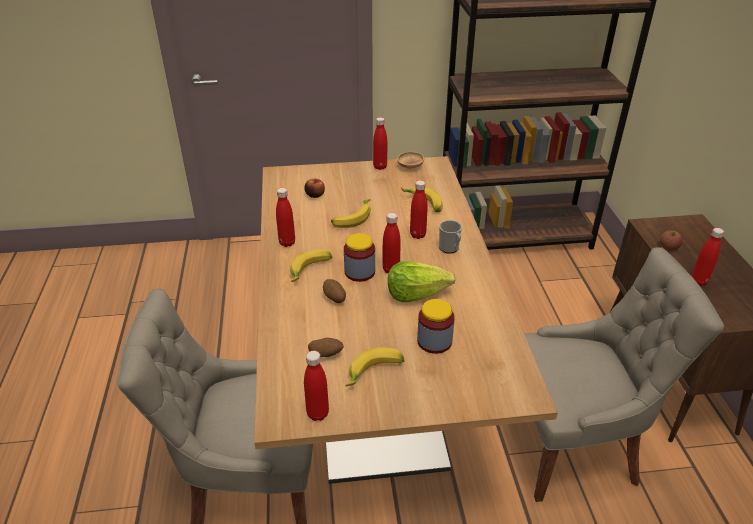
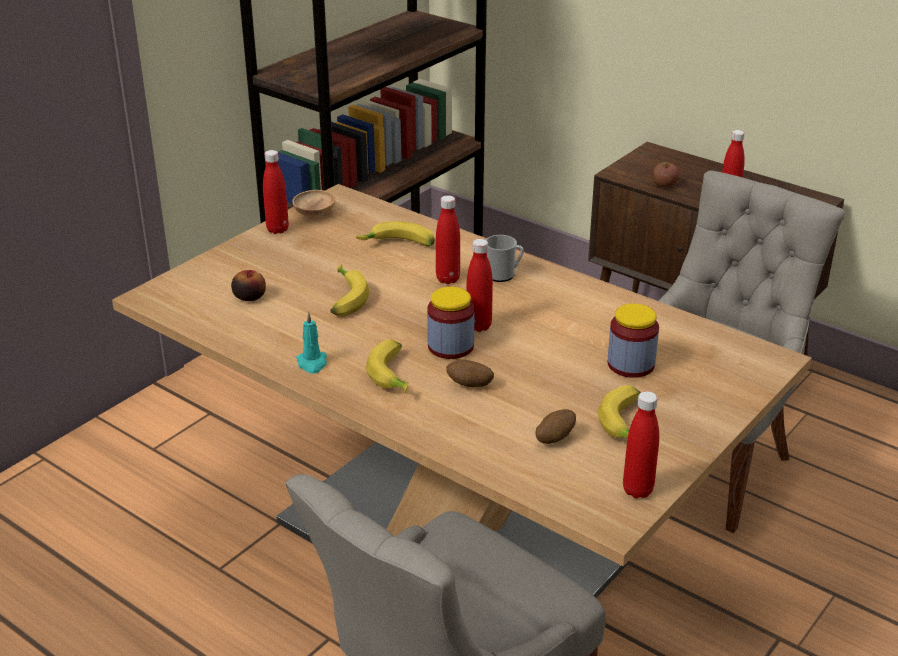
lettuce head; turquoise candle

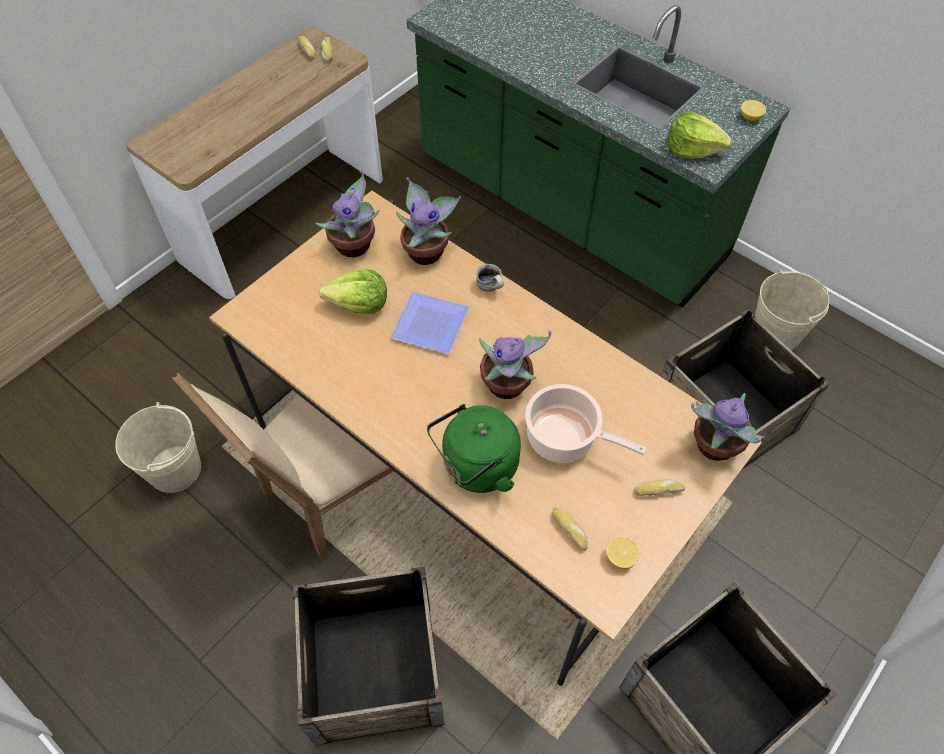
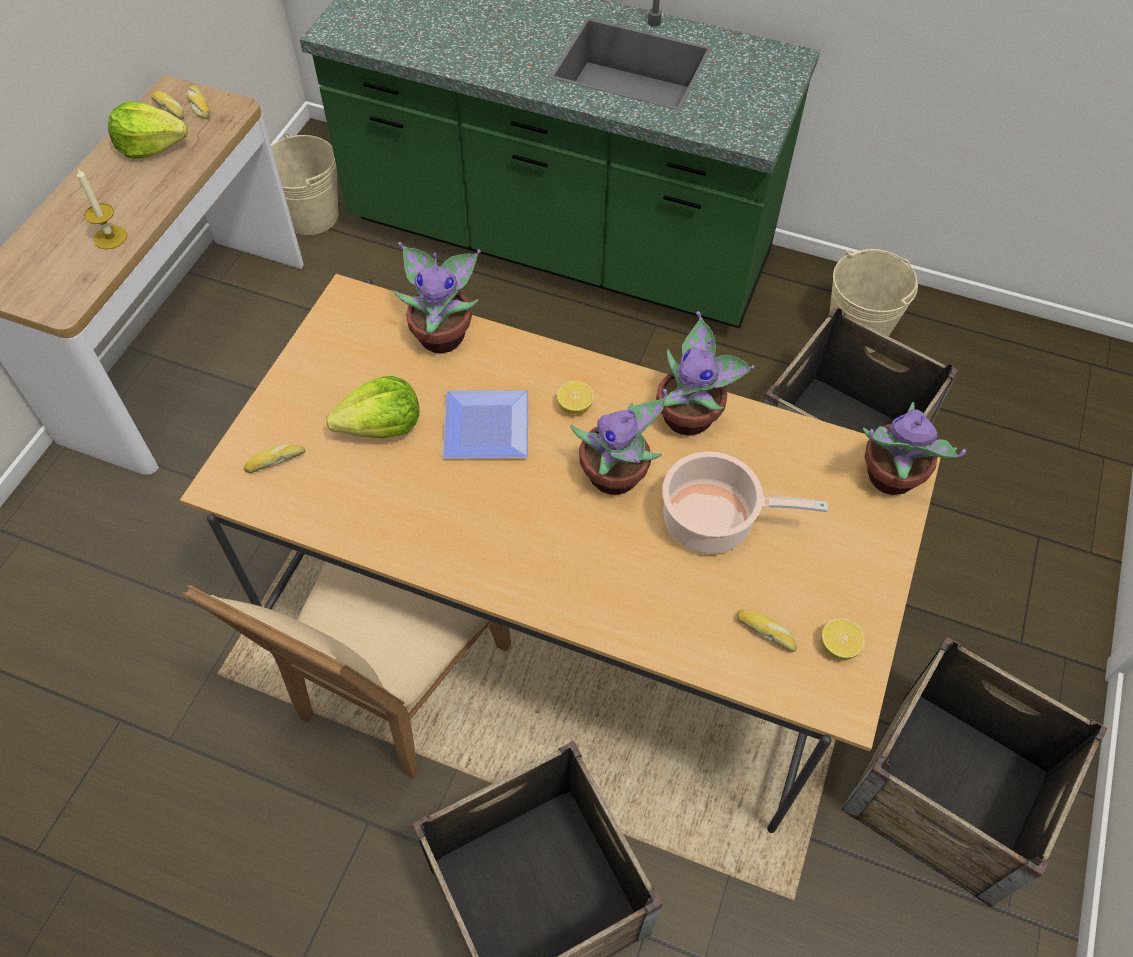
greenish kettle; coffee mug; candle; beige-coloured pail (no. 1 from left); plant in a pot (no. 3 from left); baked bread (no. 3 from left); lettuce head (no. 1 from left); whole lemon (no. 1 from left)

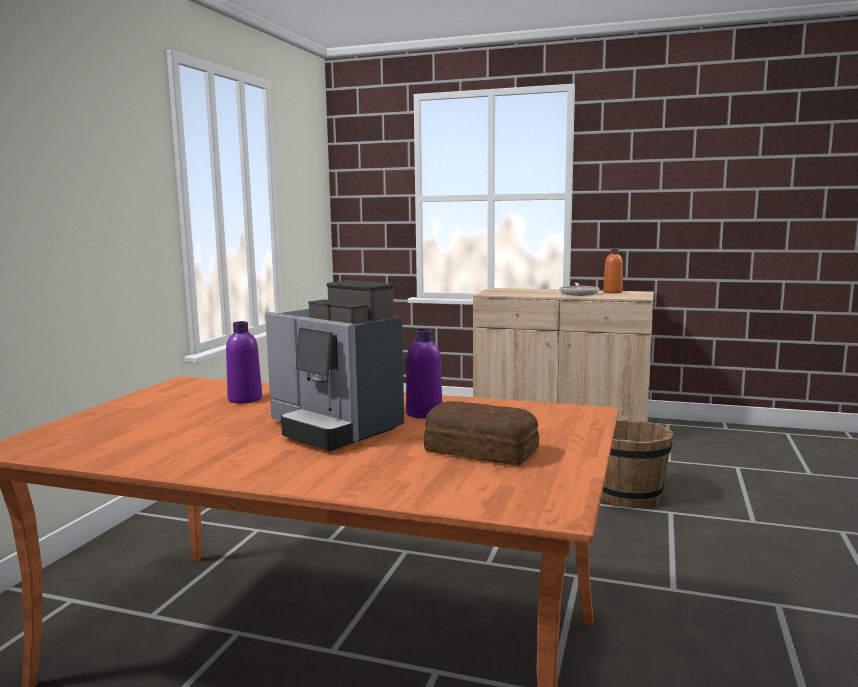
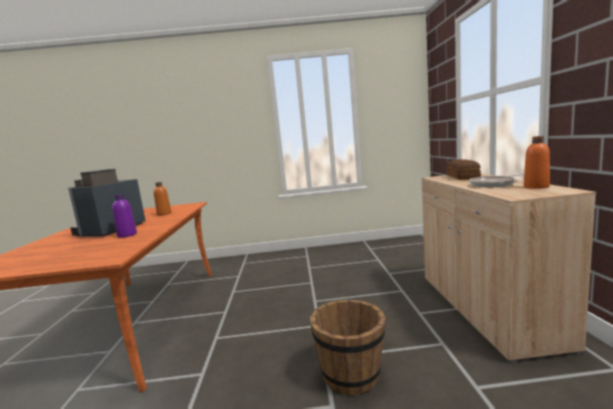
baked bread; orangey beverage bottle (no. 1 from left)

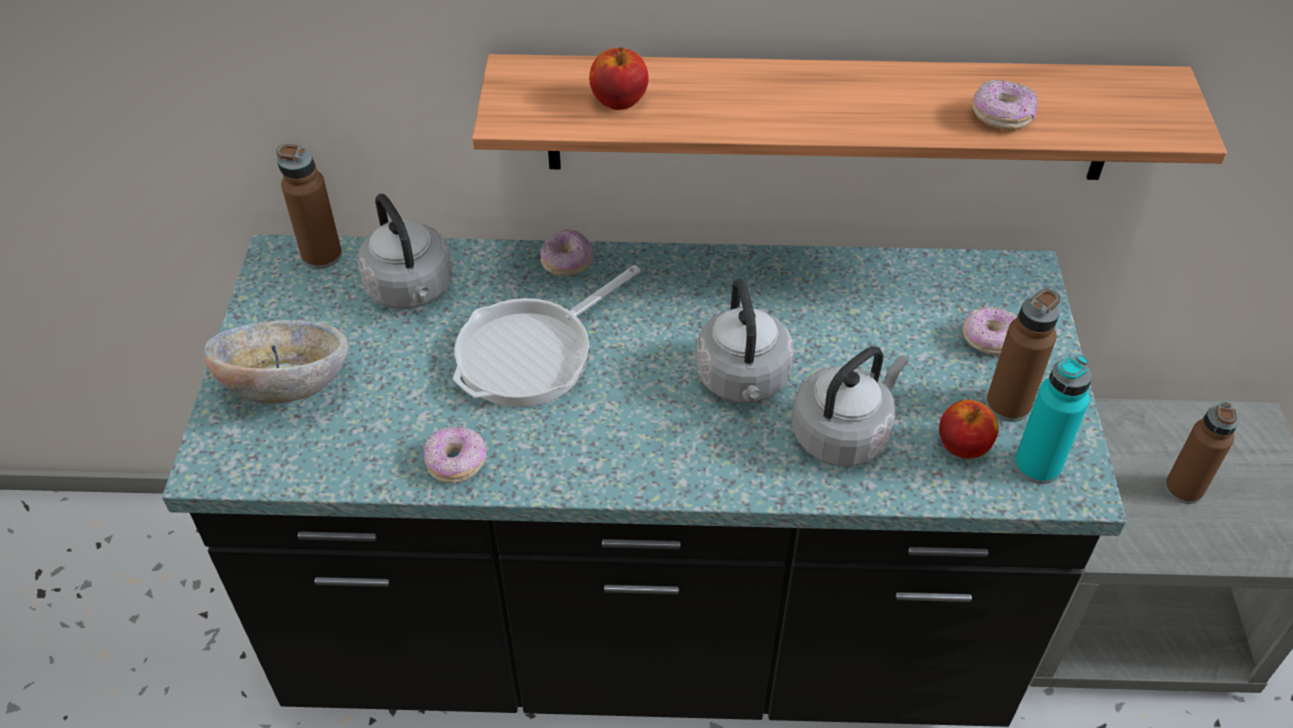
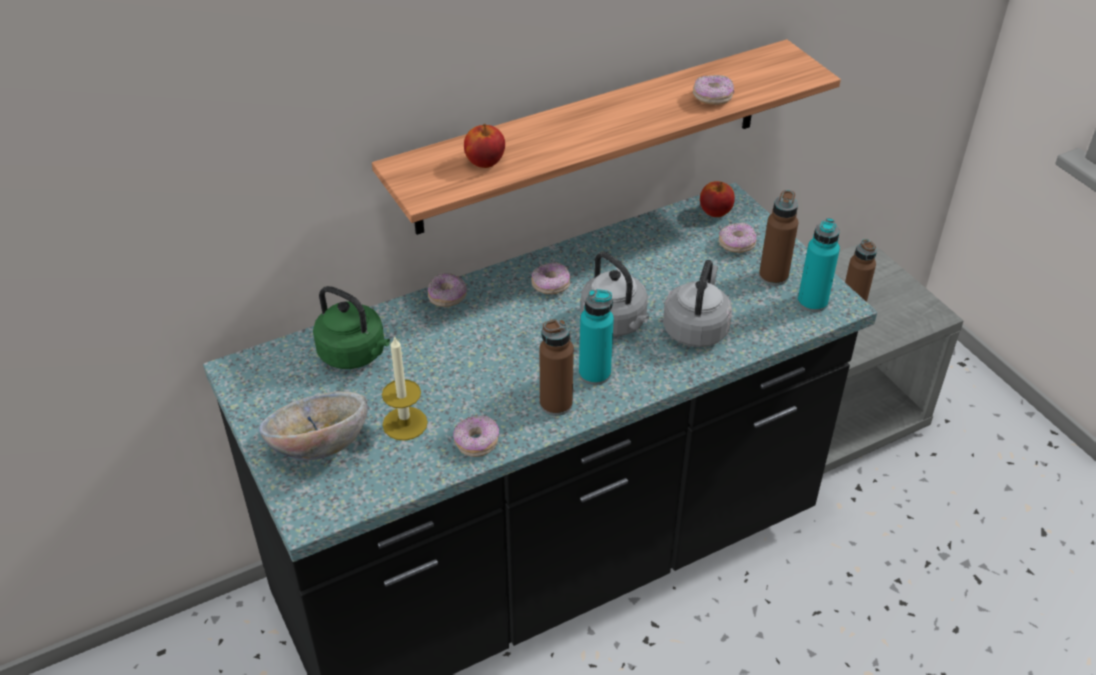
frying pan; candle; doughnut (no. 3 from left); turquoise beverage bottle (no. 1 from left); brownish beverage bottle (no. 1 from left); whole apple (no. 2 from left); greenish kettle

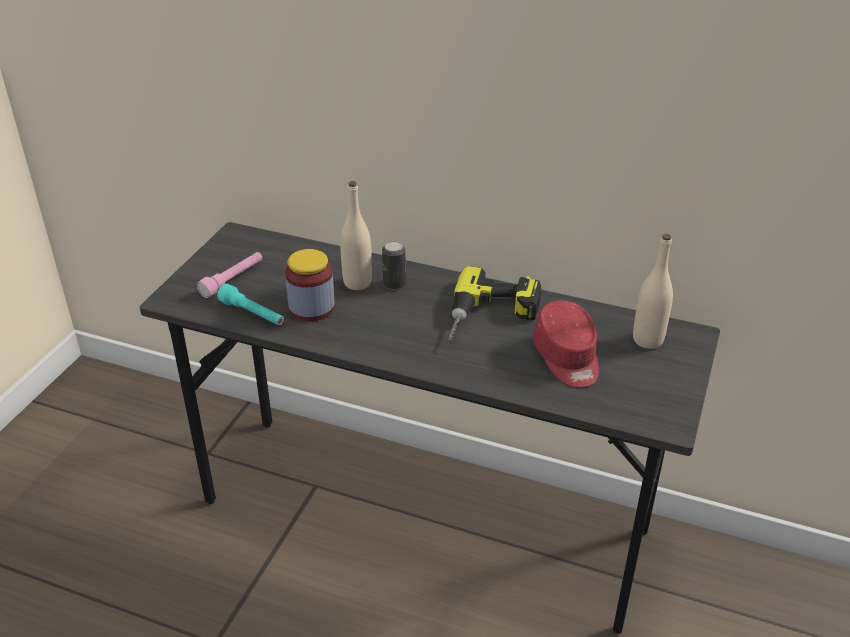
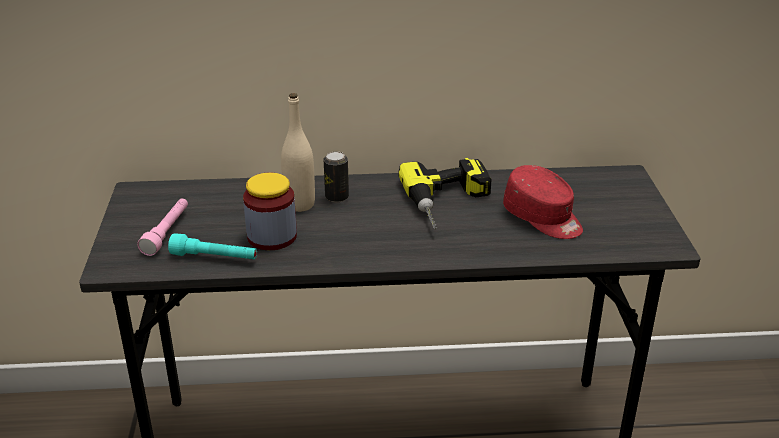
beige-coloured beverage bottle (no. 2 from left in the first image)

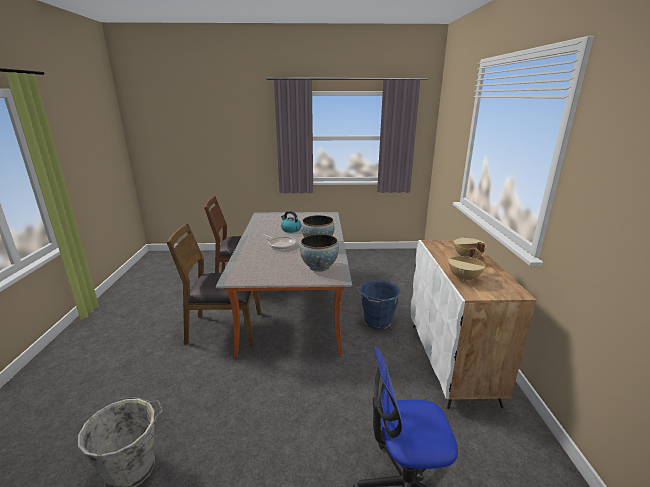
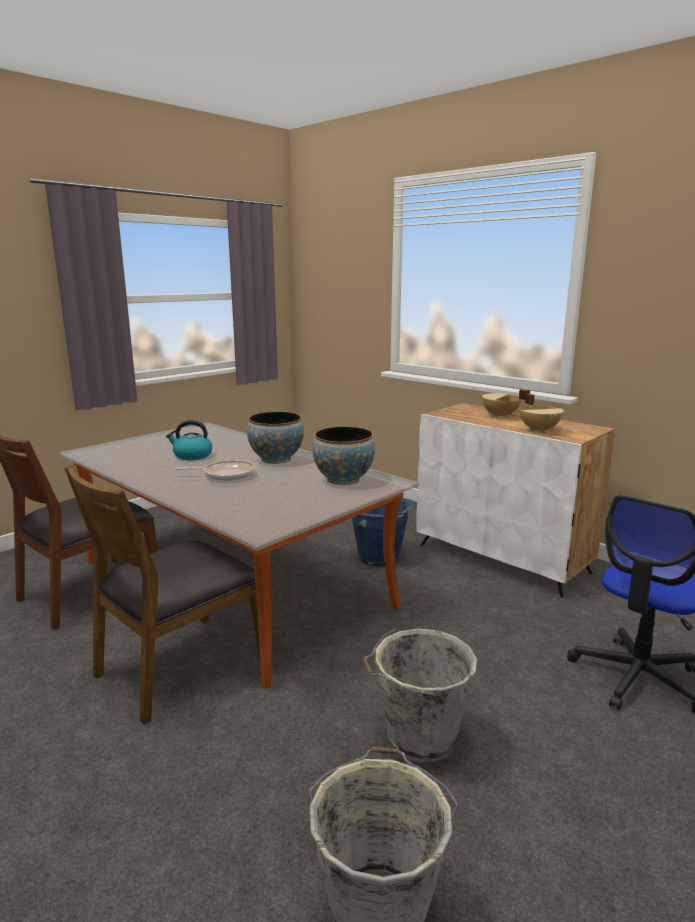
grey pail (no. 2 from left)

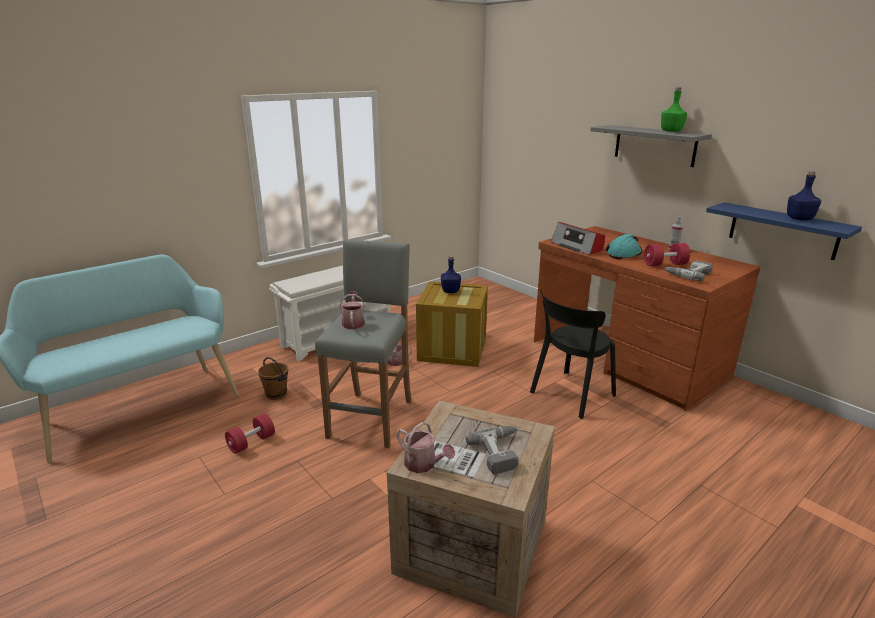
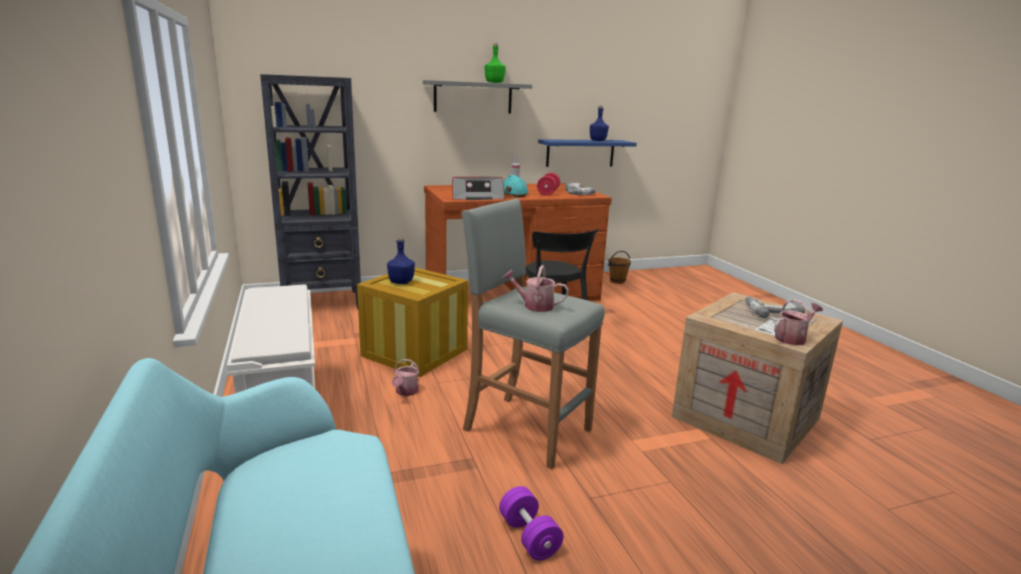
black bookshelf; brownish pail; purplish hand weight

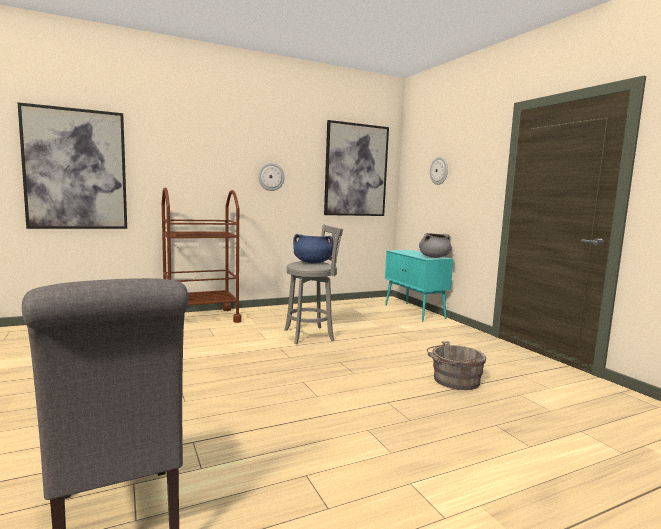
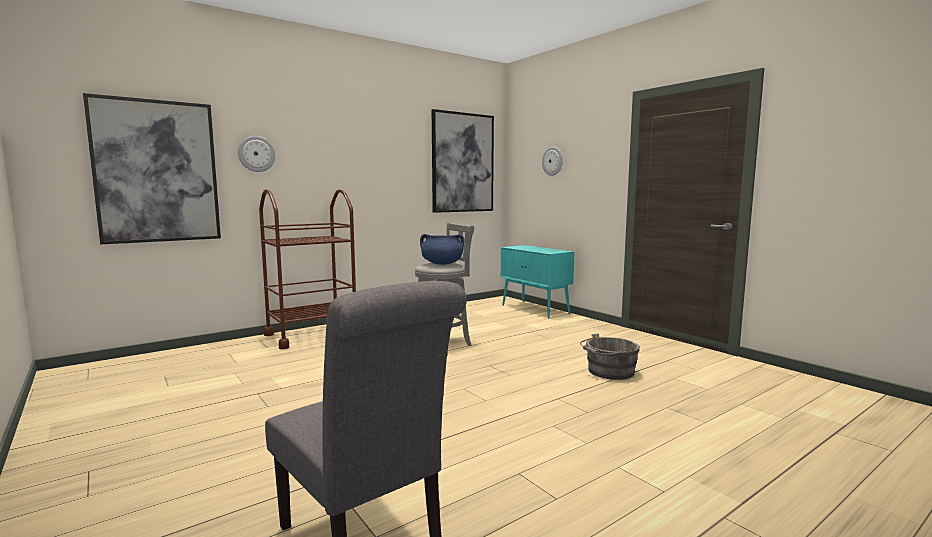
grey saucepot; clock on the wall (no. 1 from left)

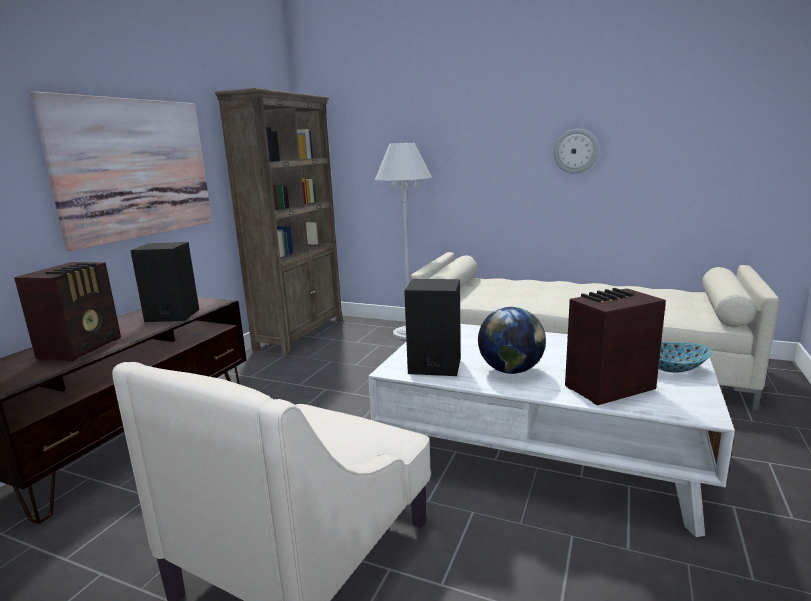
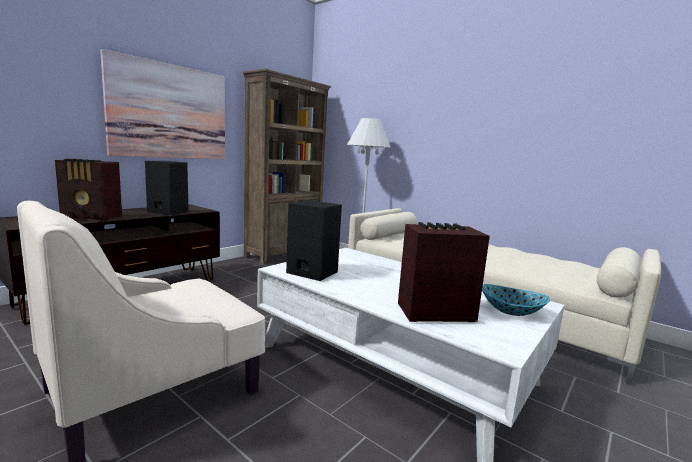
world globe; clock on the wall; radio (no. 1 from left)

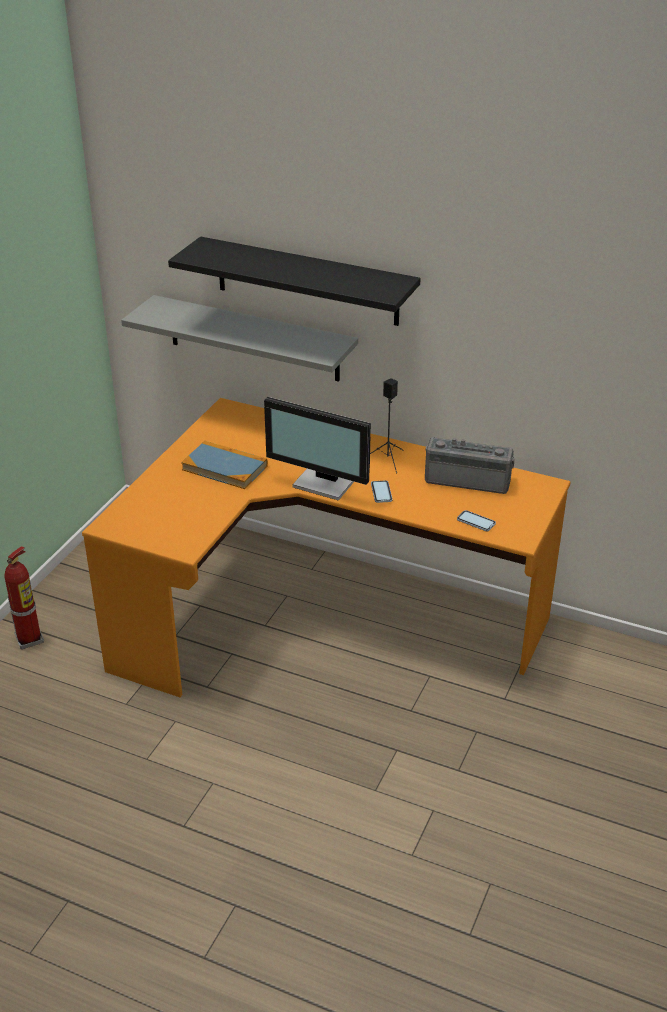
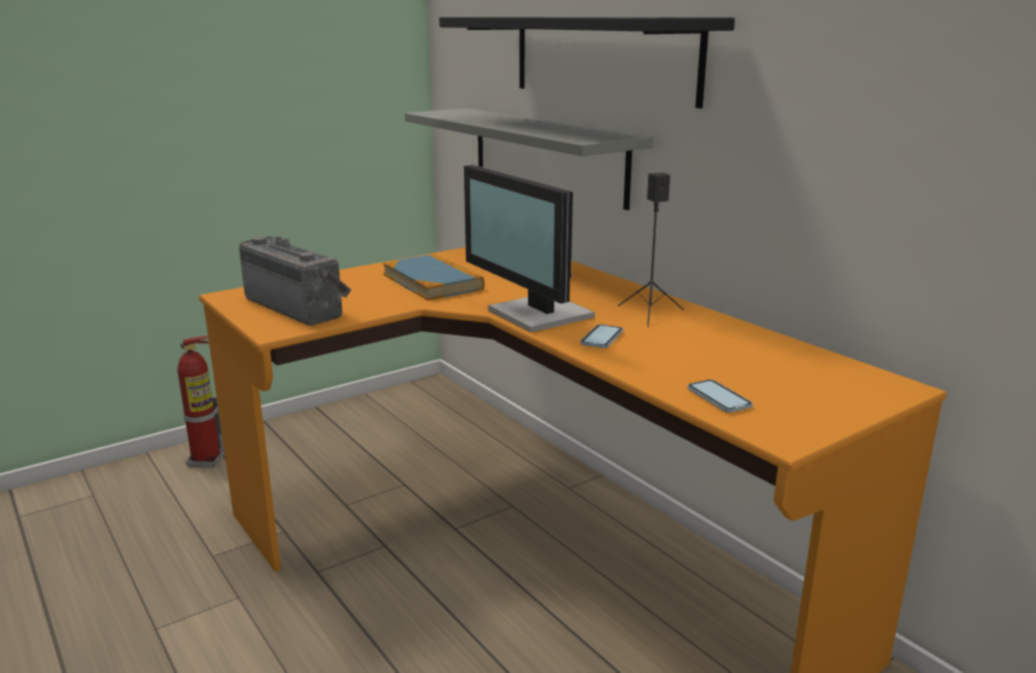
radio

